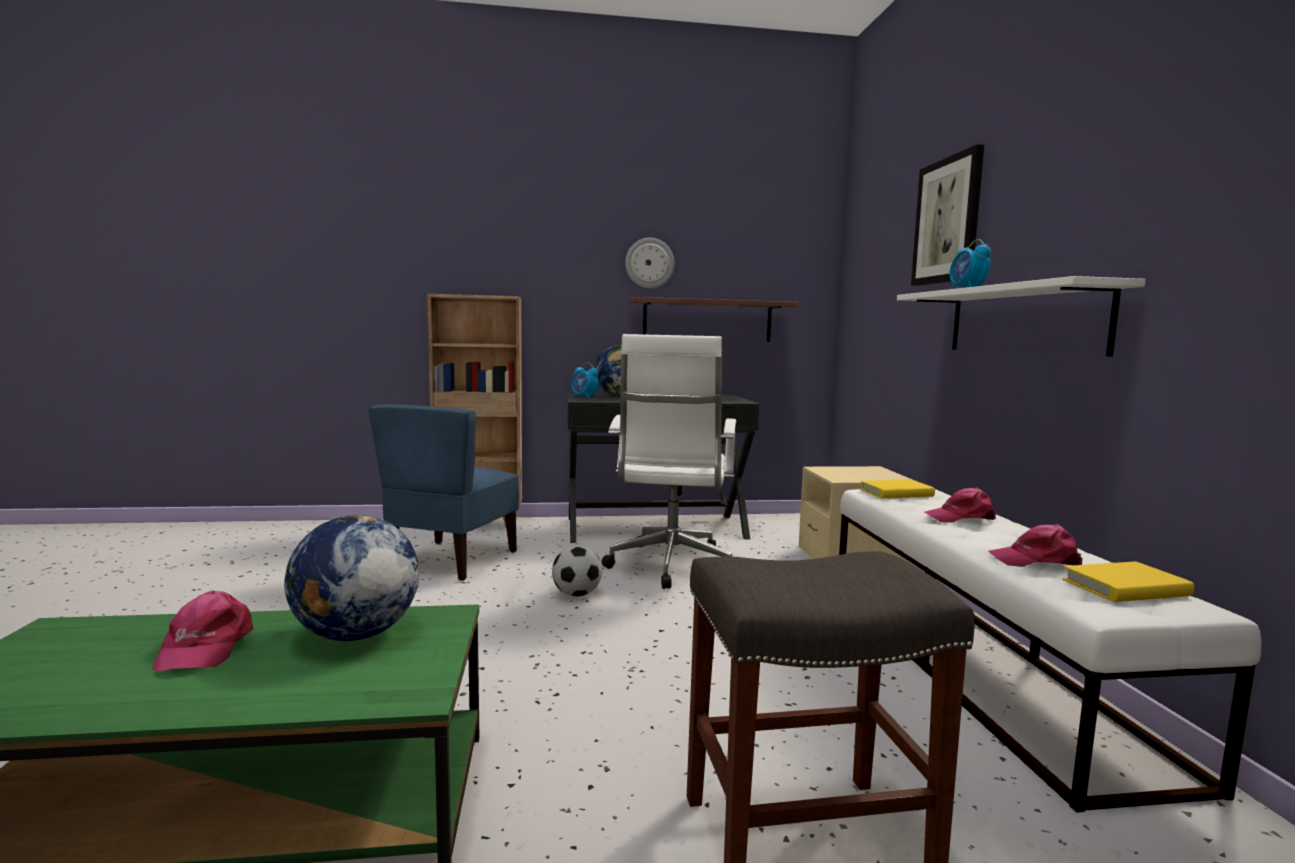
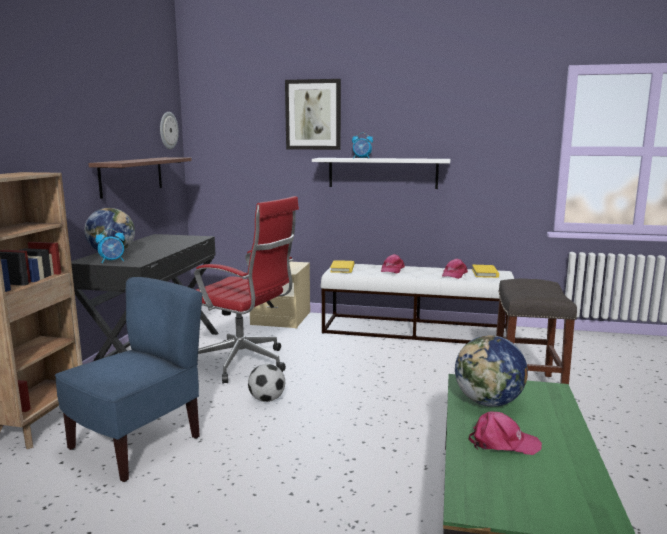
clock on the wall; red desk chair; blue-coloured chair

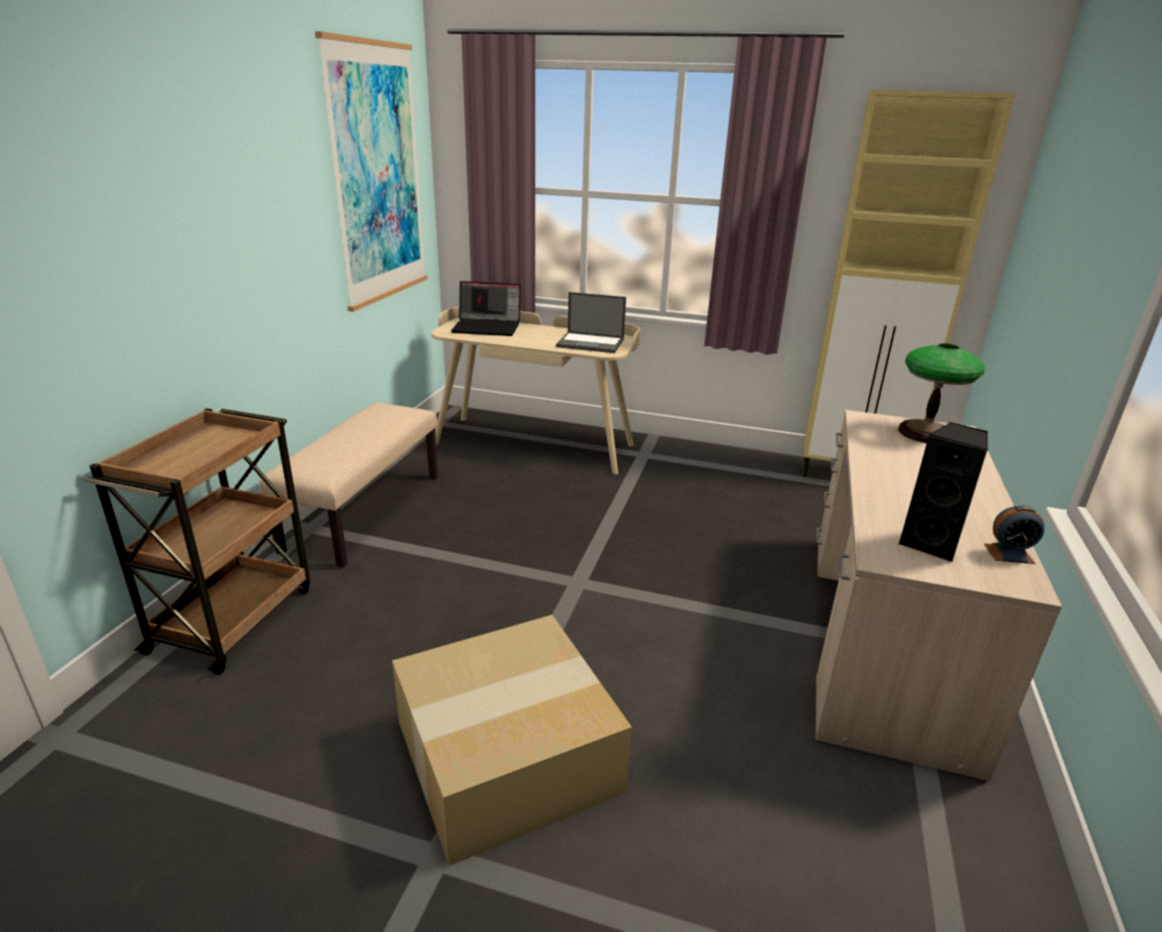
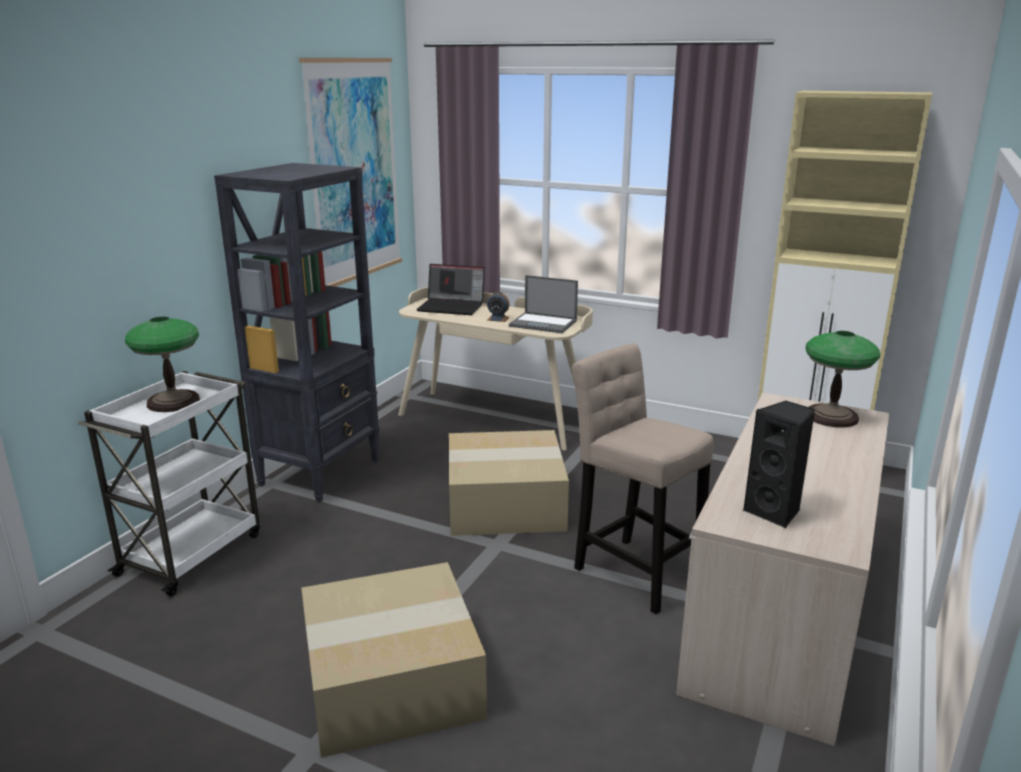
tabletop lamp (no. 1 from left); packing box (no. 2 from left); beige-coloured stool; table clock; black bookshelf; white trolley

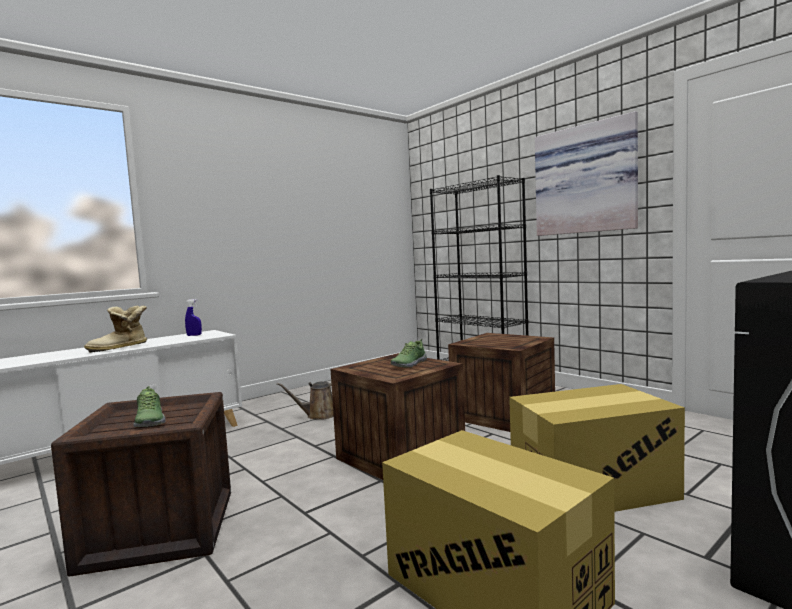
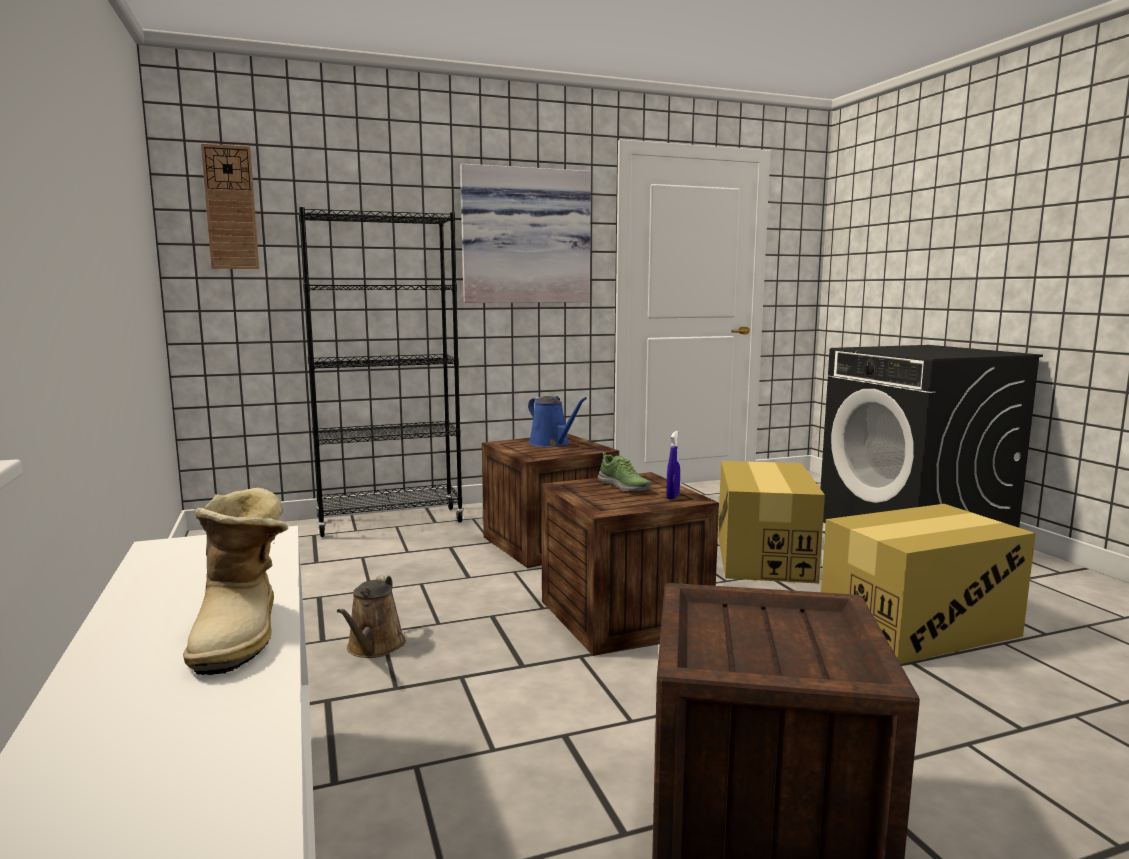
item of footwear (no. 1 from left in the first image); clock on the wall; blue-coloured watering can; blue-coloured hand sprayer

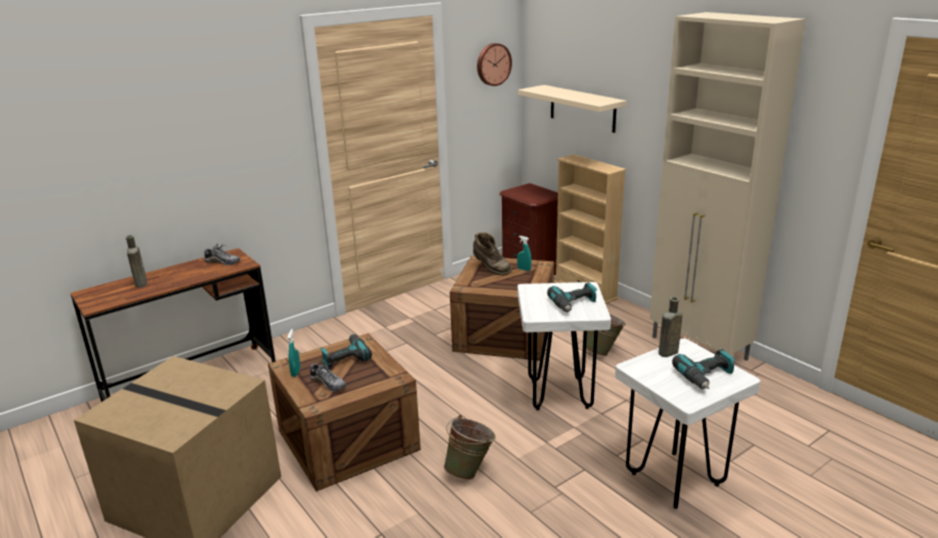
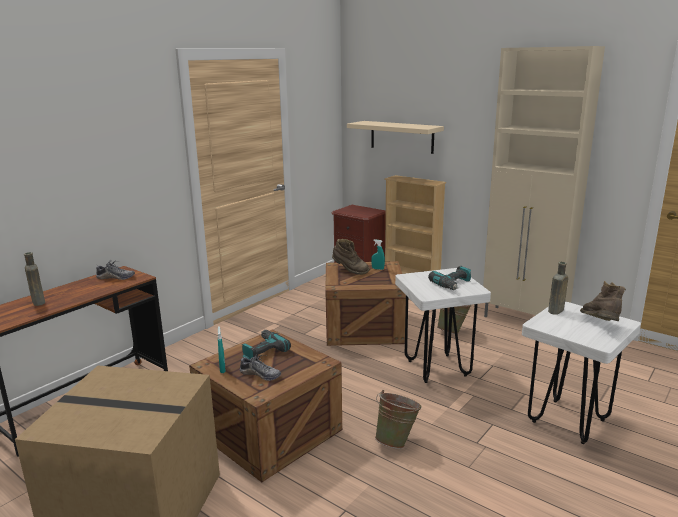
clock on the wall; brownish boot (no. 2 from left)

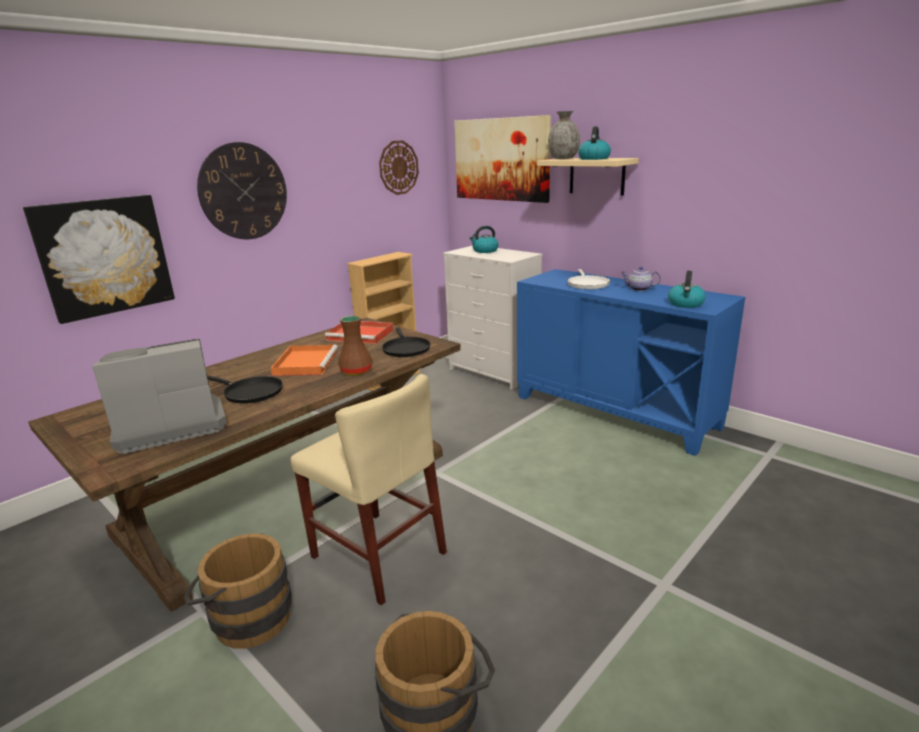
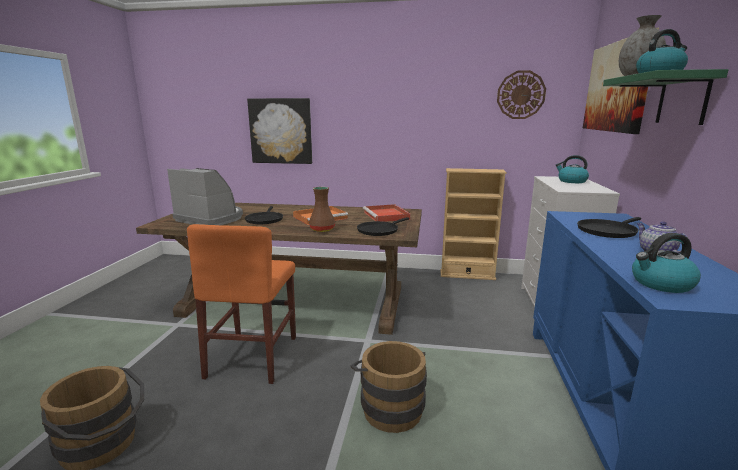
clock on the wall (no. 1 from left in the first image); brownish pail (no. 2 from left); orangey chair; greenish wall shelf; black frying pan (no. 3 from left)

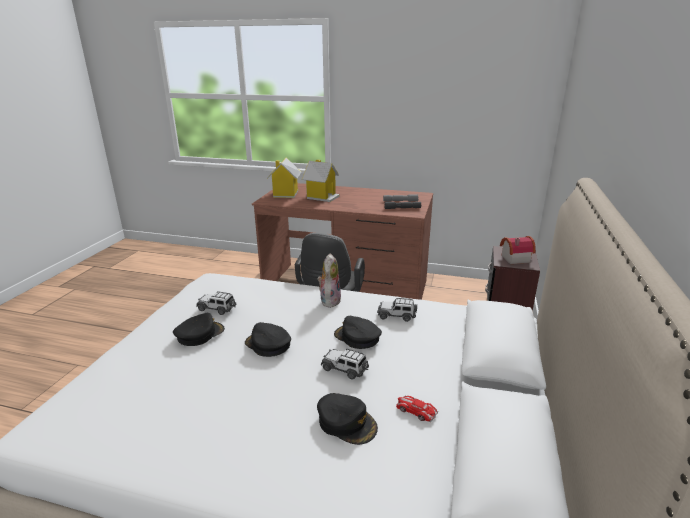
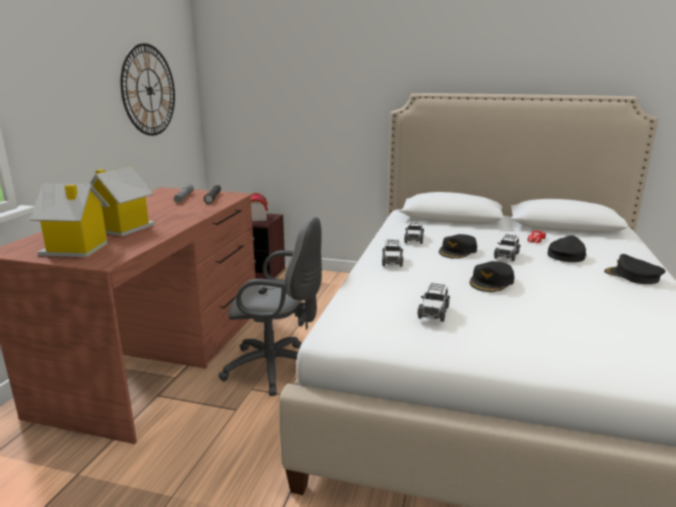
clock on the wall; black cap (no. 4 from left); model car (no. 1 from left)

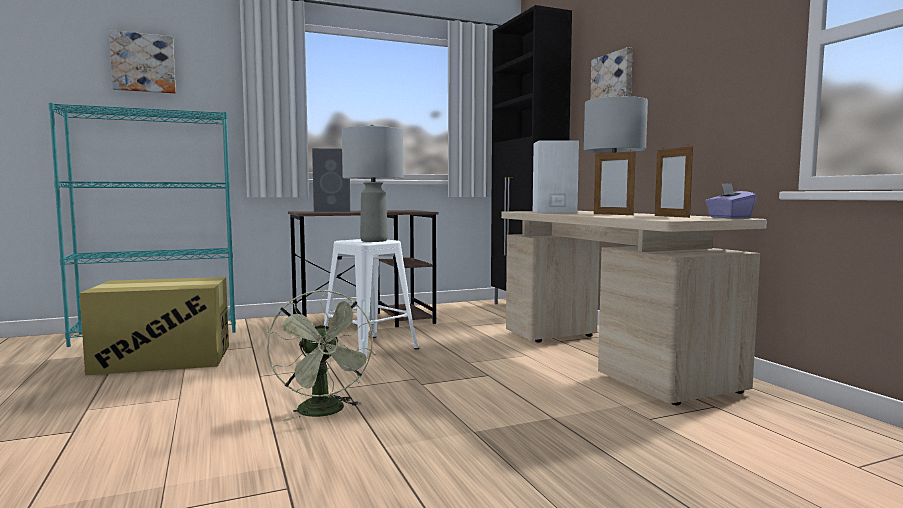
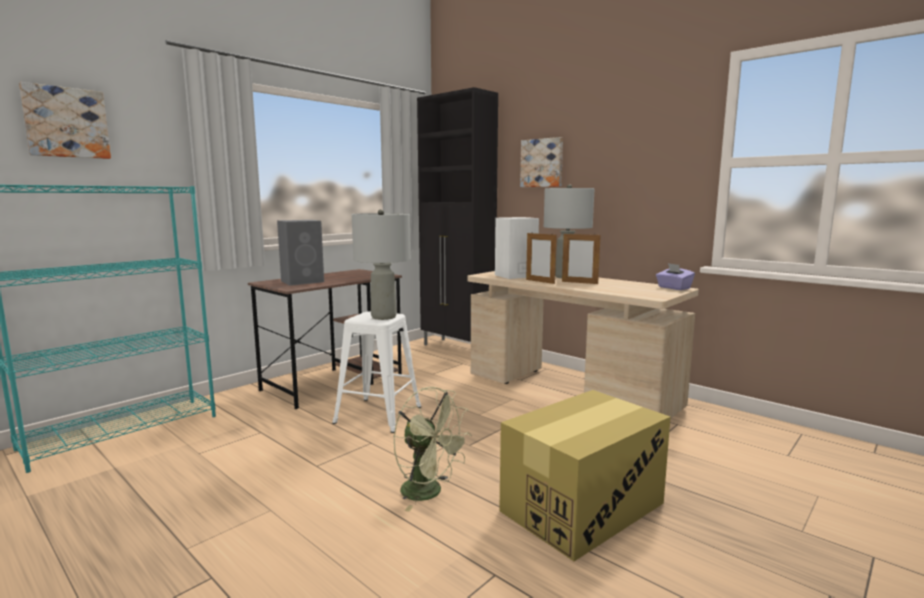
packing box; picture frame (no. 1 from left)

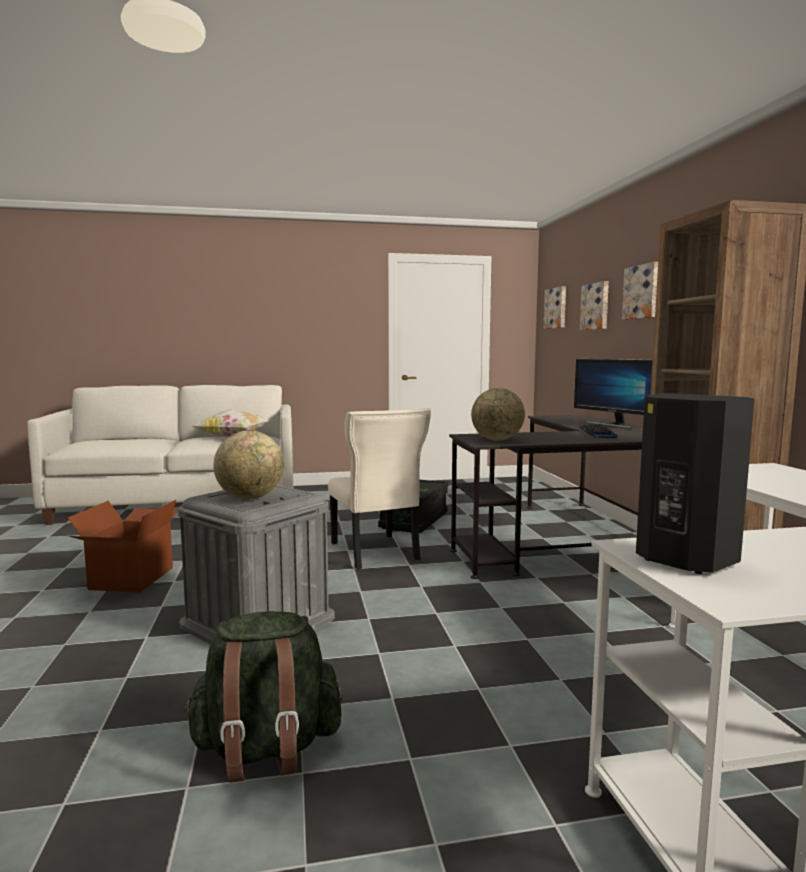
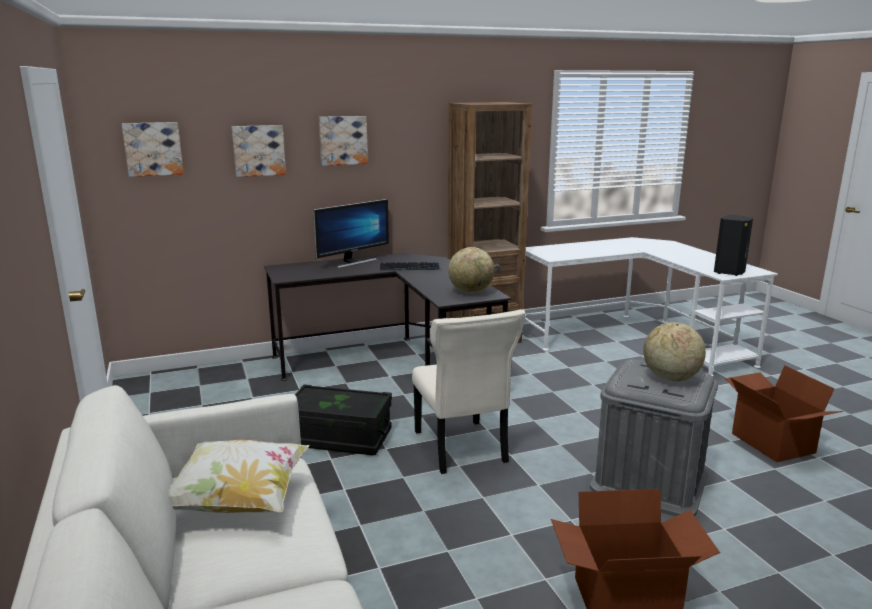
packing box (no. 2 from left); beige-coloured chair

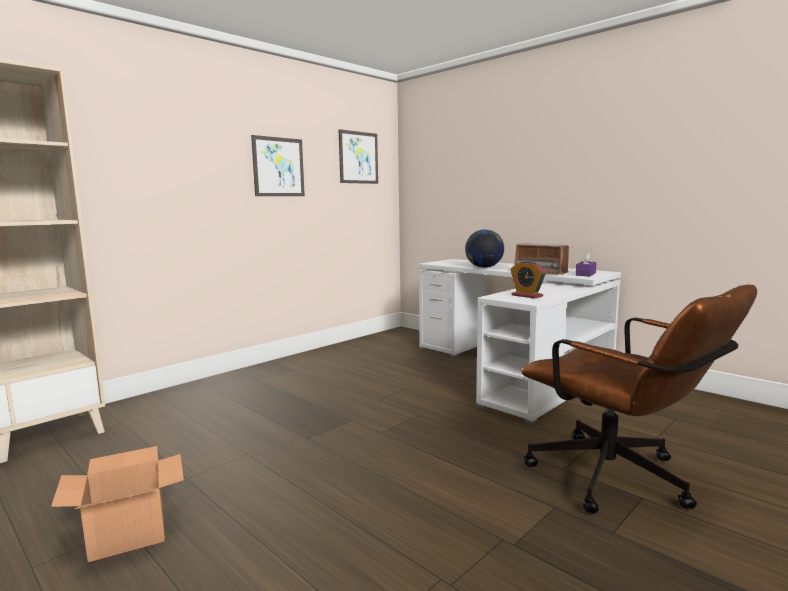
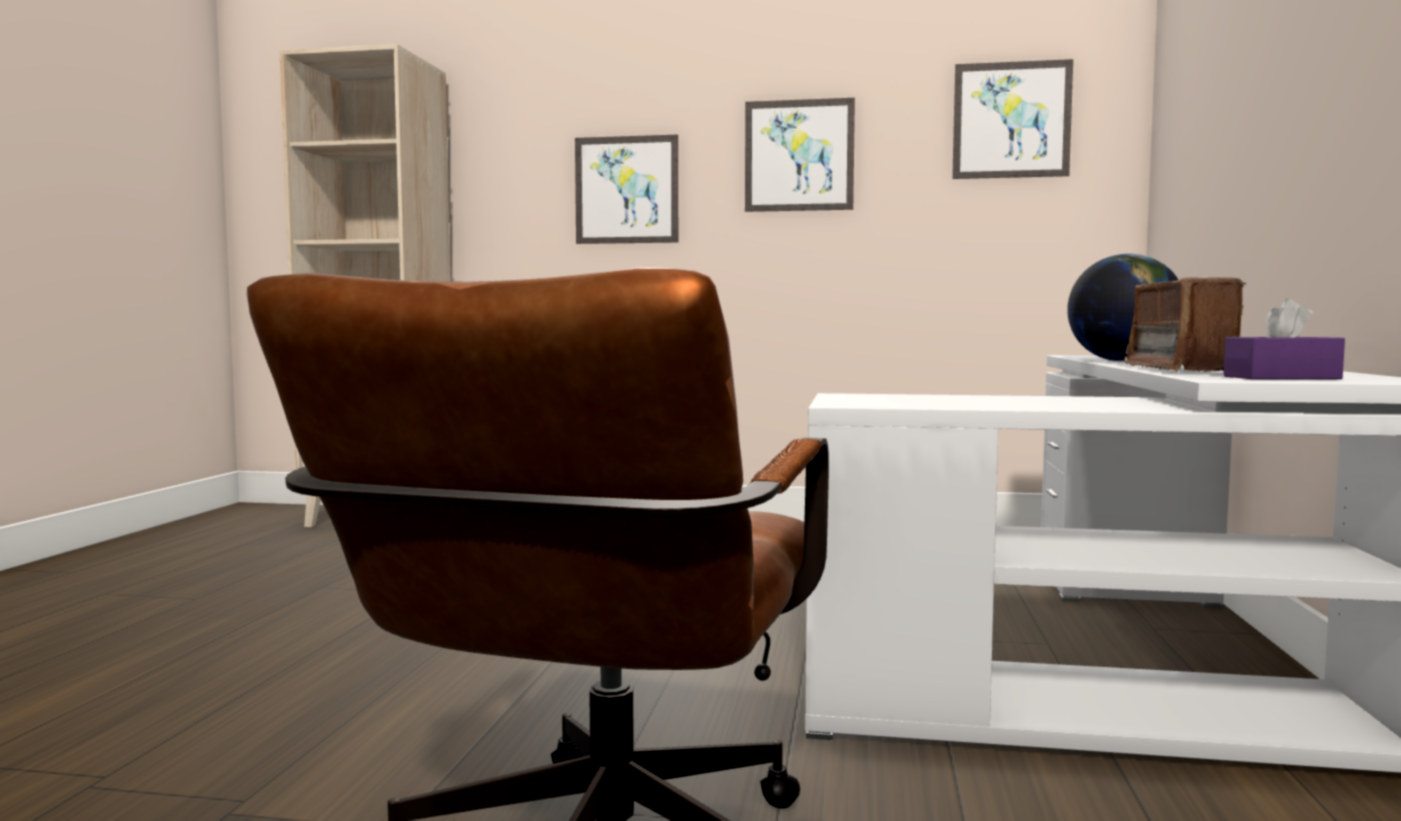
packing box; table clock; wall picture (no. 1 from left)

